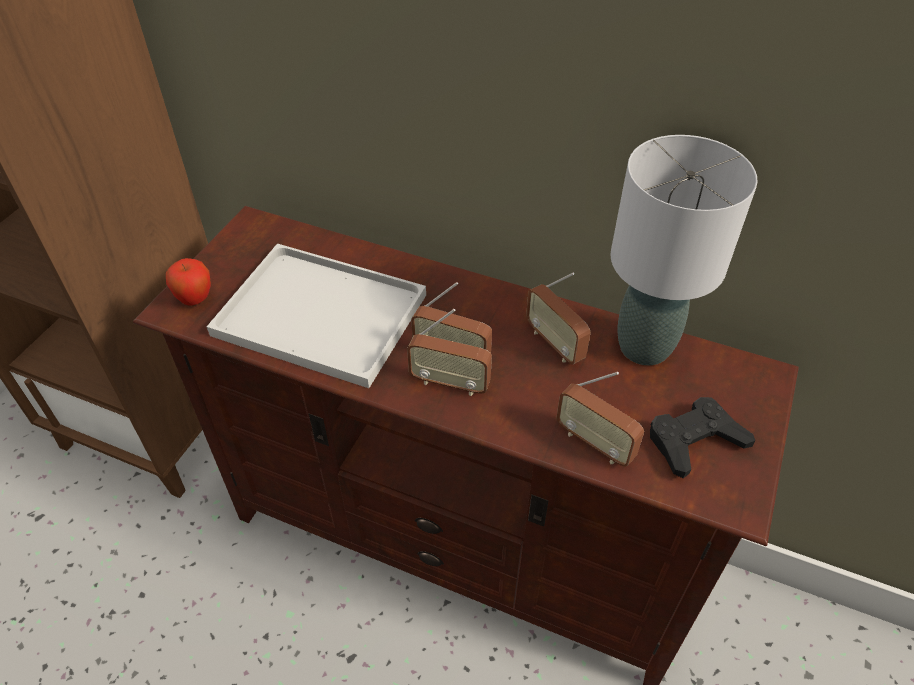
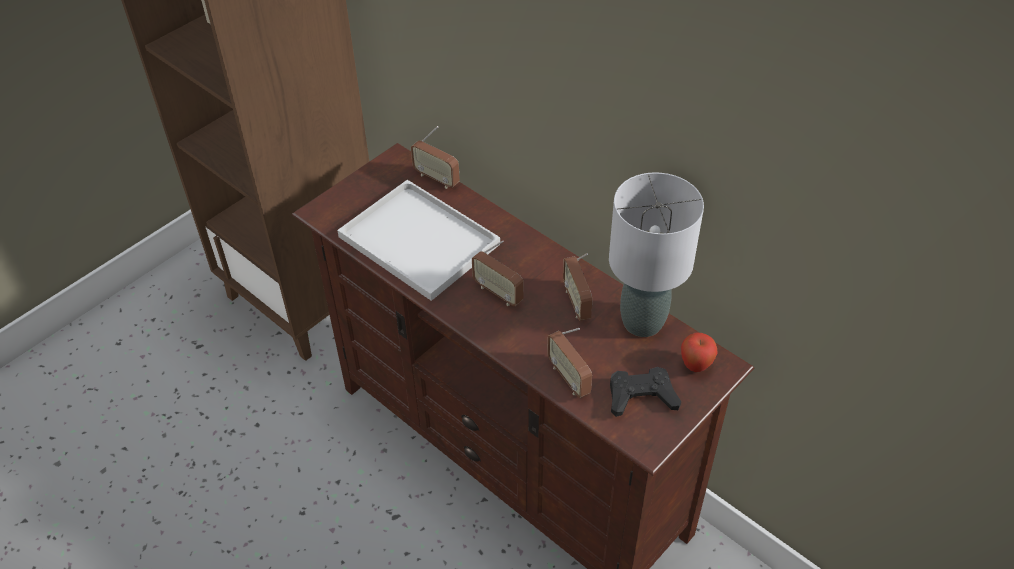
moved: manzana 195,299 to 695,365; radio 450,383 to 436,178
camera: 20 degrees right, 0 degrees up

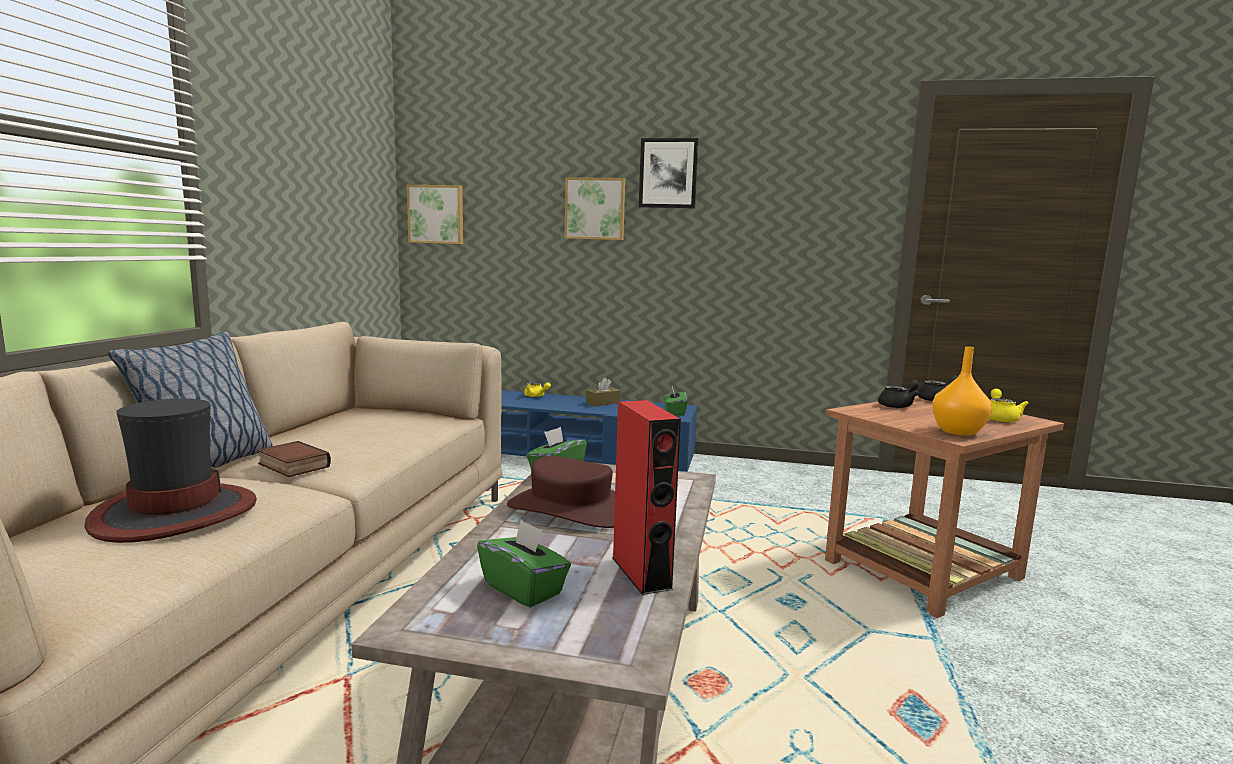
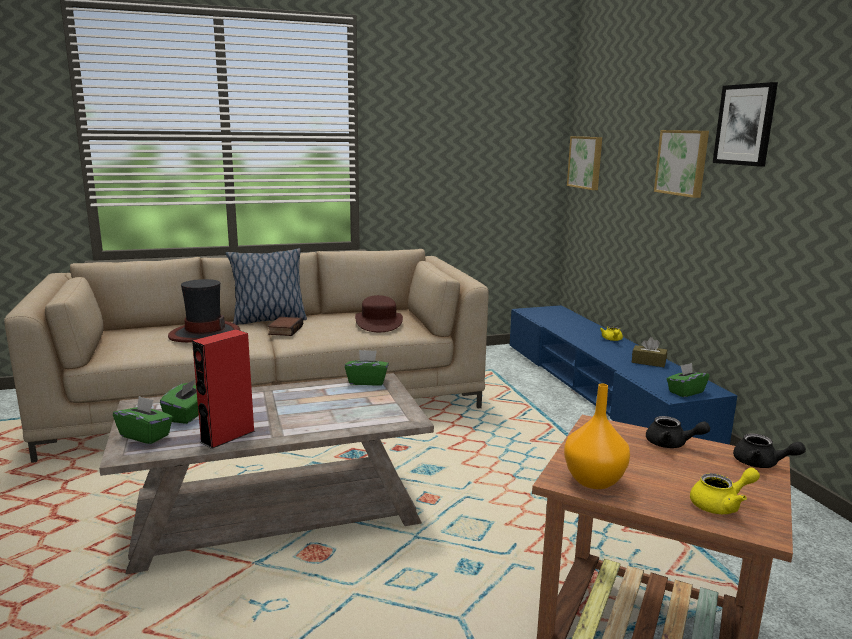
added: caja de pañuelos/verde 145,435
moved: sombrero/marrón 570,509 to 379,322
camera: 60 degrees right, 5 degrees up

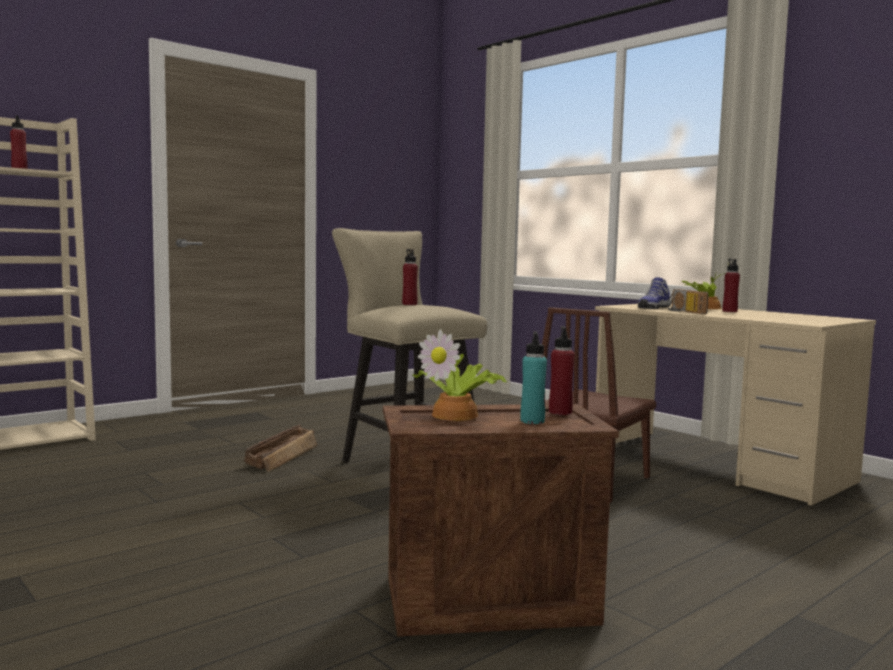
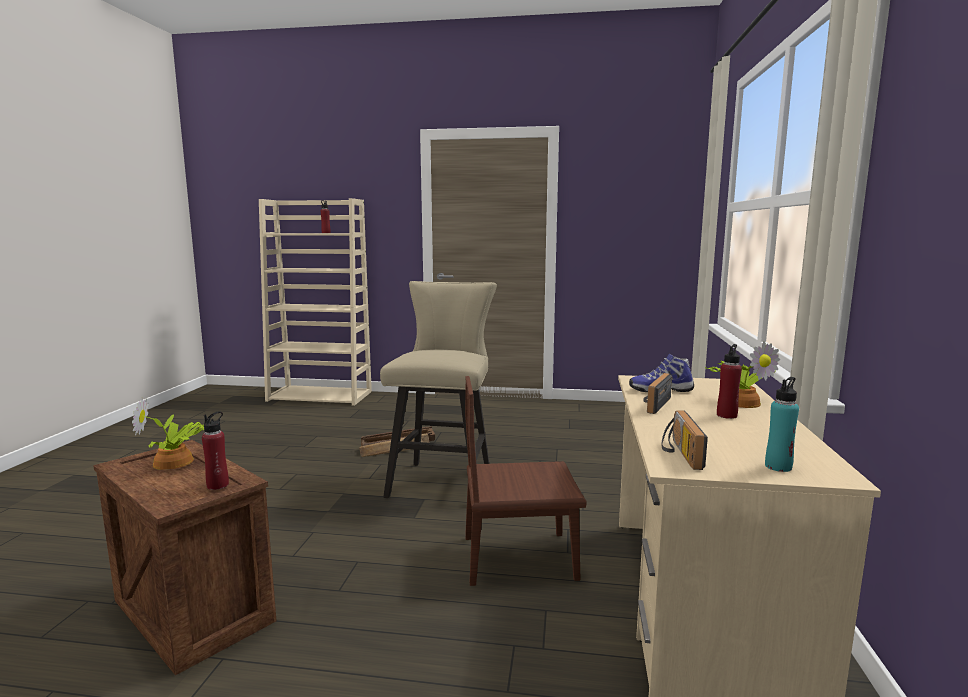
removed: botella/rojo 409,304
added: radio 679,453
moved: botella/turquesa 532,421 to 778,466
camera: 50 degrees right, 5 degrees up

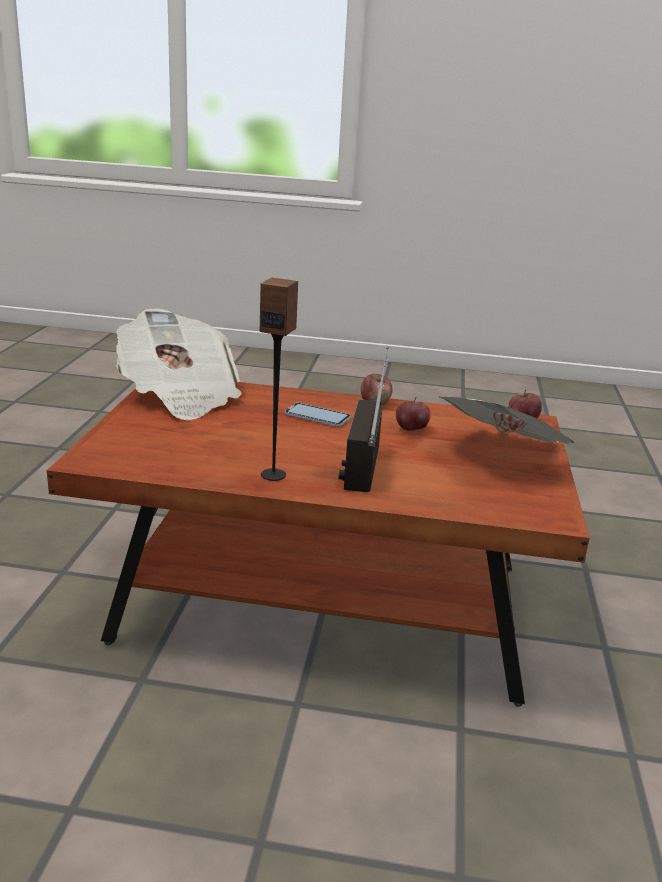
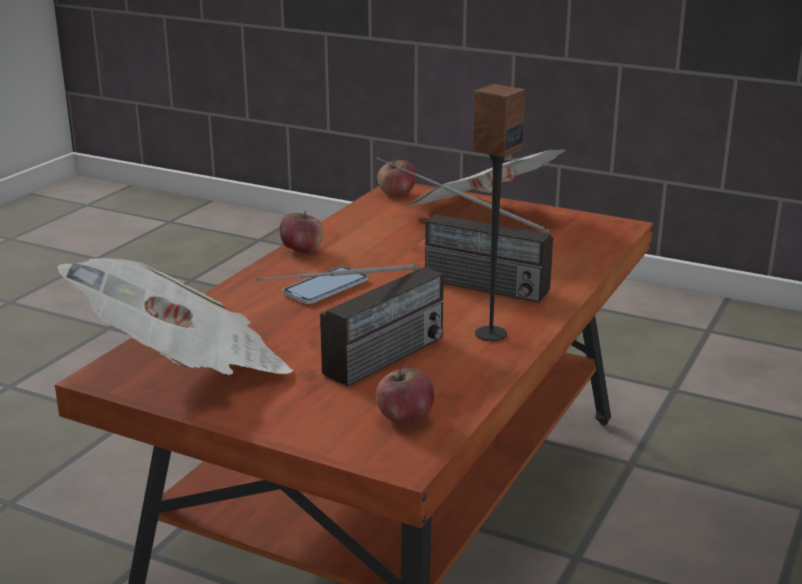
added: radio 360,370
moved: manzana 411,429 to 405,418
camera: 70 degrees left, 0 degrees up

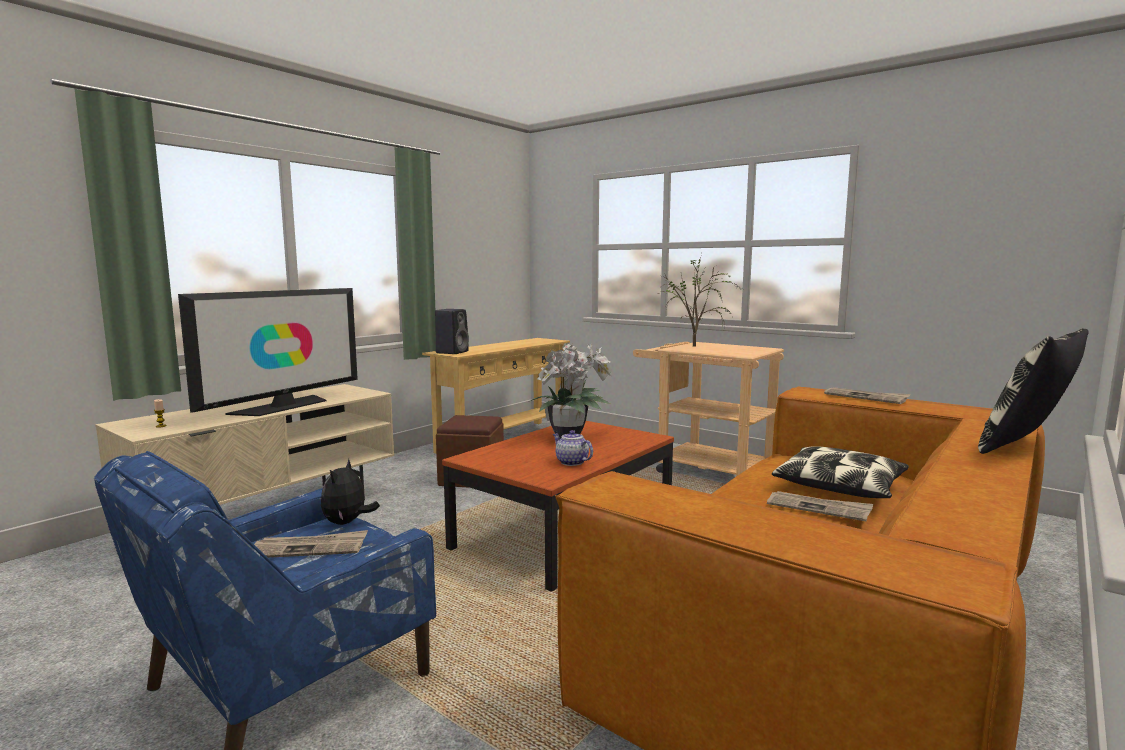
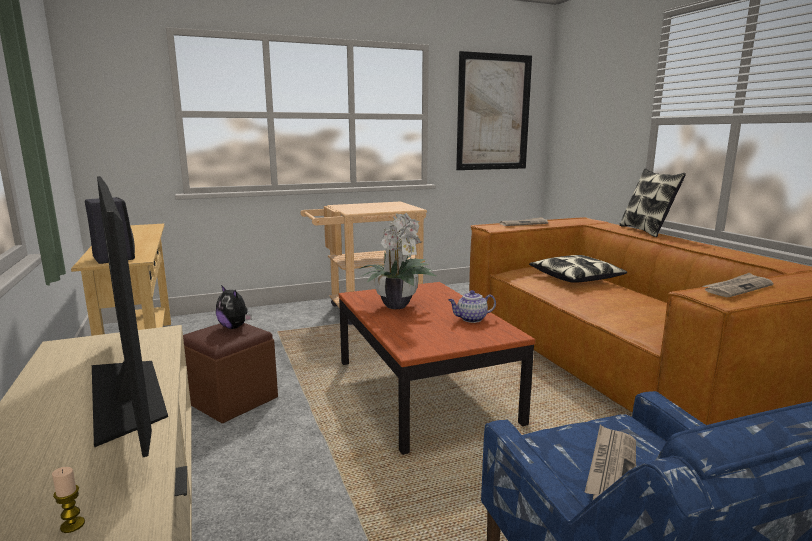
removed: planta en maceta 696,346
added: cuadro 493,112
moved: peluche 347,523 to 234,327; periódico 819,508 to 737,288
camera: 60 degrees left, 5 degrees up

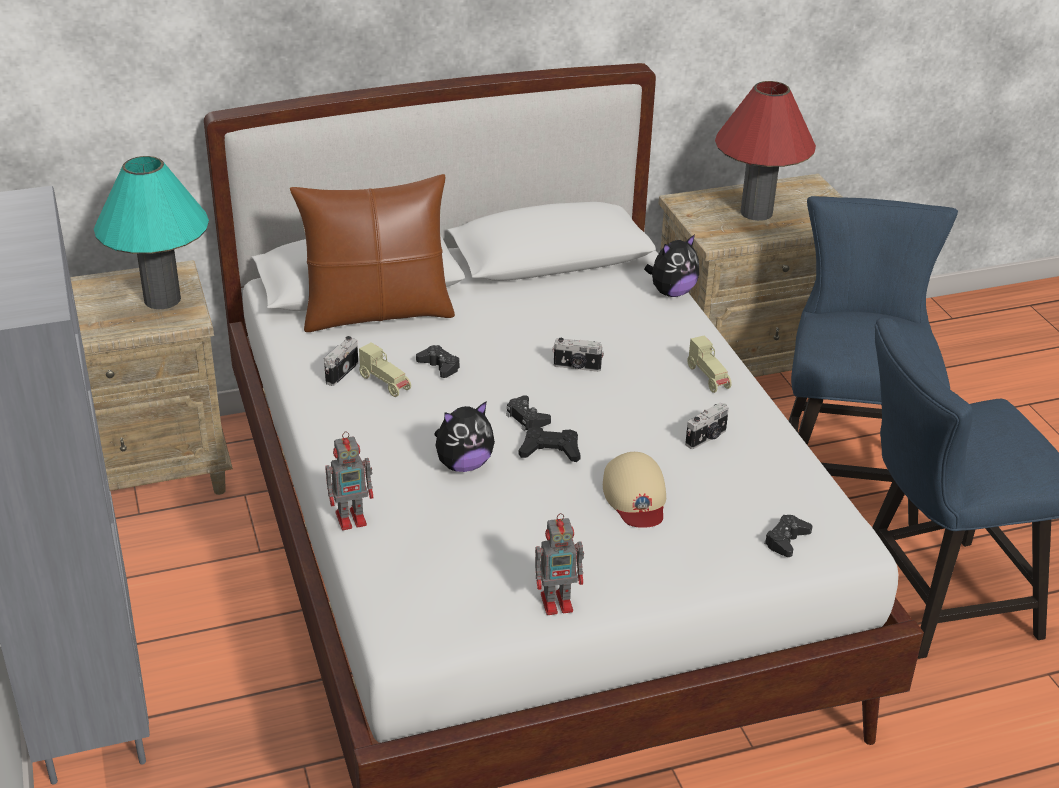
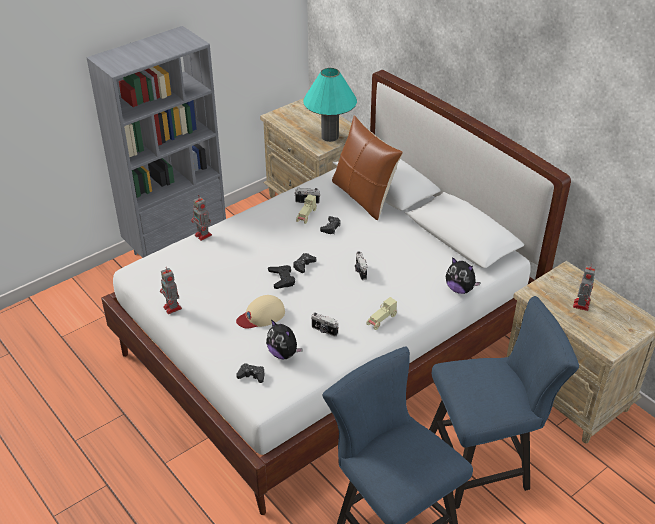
moved: peluche 463,464 to 283,353
replaced: lámpara de mesa/rojo 756,212 to robot de juguete 581,304
camera: 70 degrees right, 5 degrees up

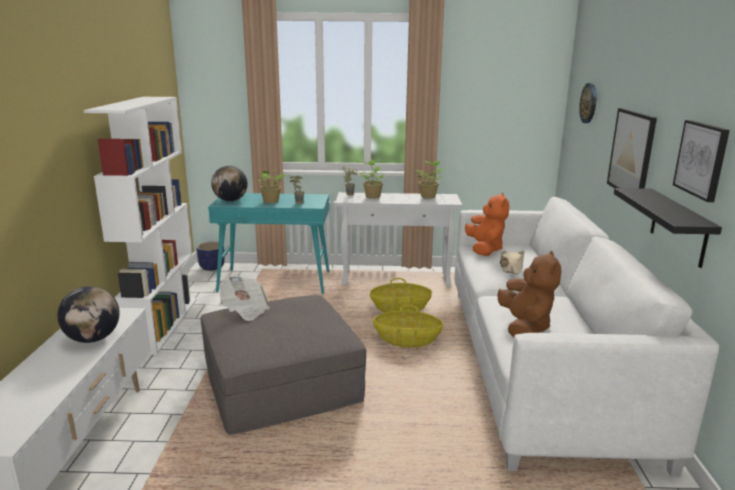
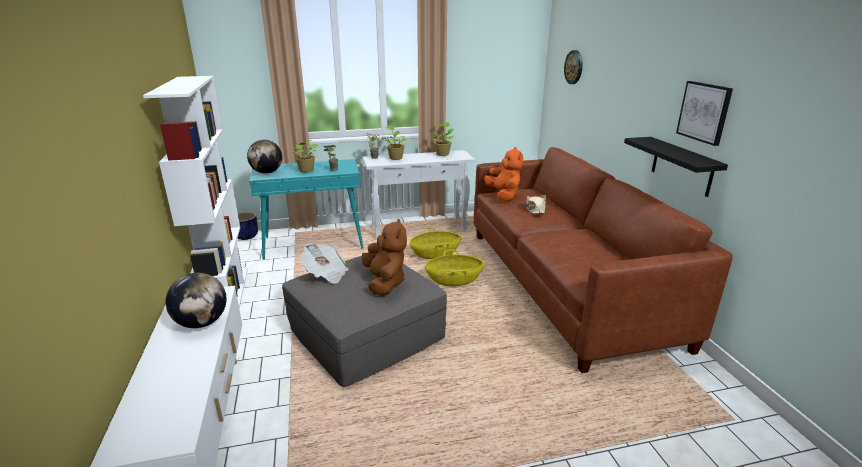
removed: cuadro 631,153
moved: peluche/marrón 525,328 to 385,283
recoloured: sofá/blanco 540,364 to sofá/marrón 565,284
camera: 15 degrees left, 5 degrees up

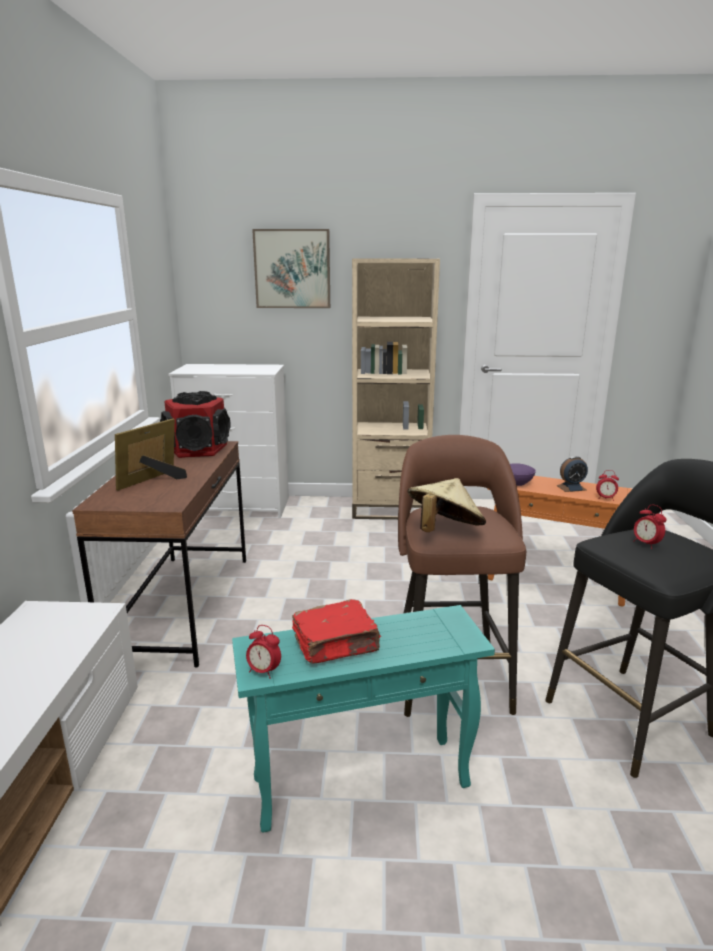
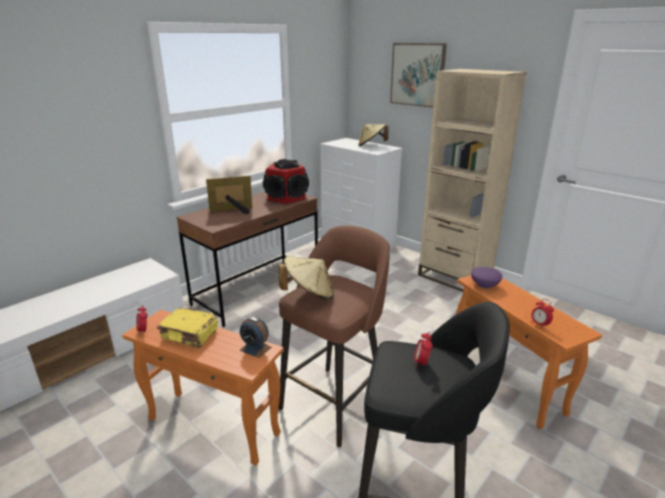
added: sombrero/beis 371,145
moved: despertador 571,488 to 255,348
recoloured: mesa auxiliar/turquesa 361,782 to mesa auxiliar/naranja 213,426; libro/rojo 337,644 to libro/amarillo 190,335
camera: 40 degrees right, 5 degrees up

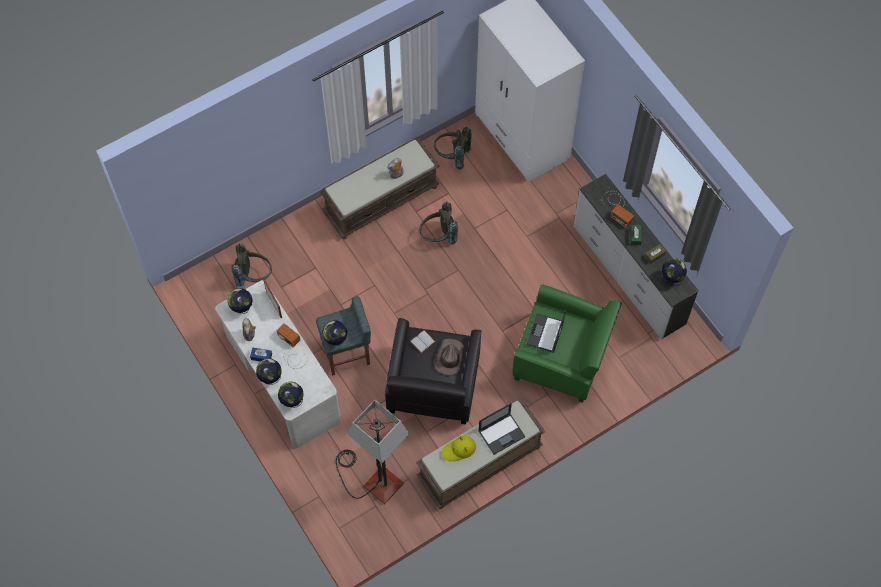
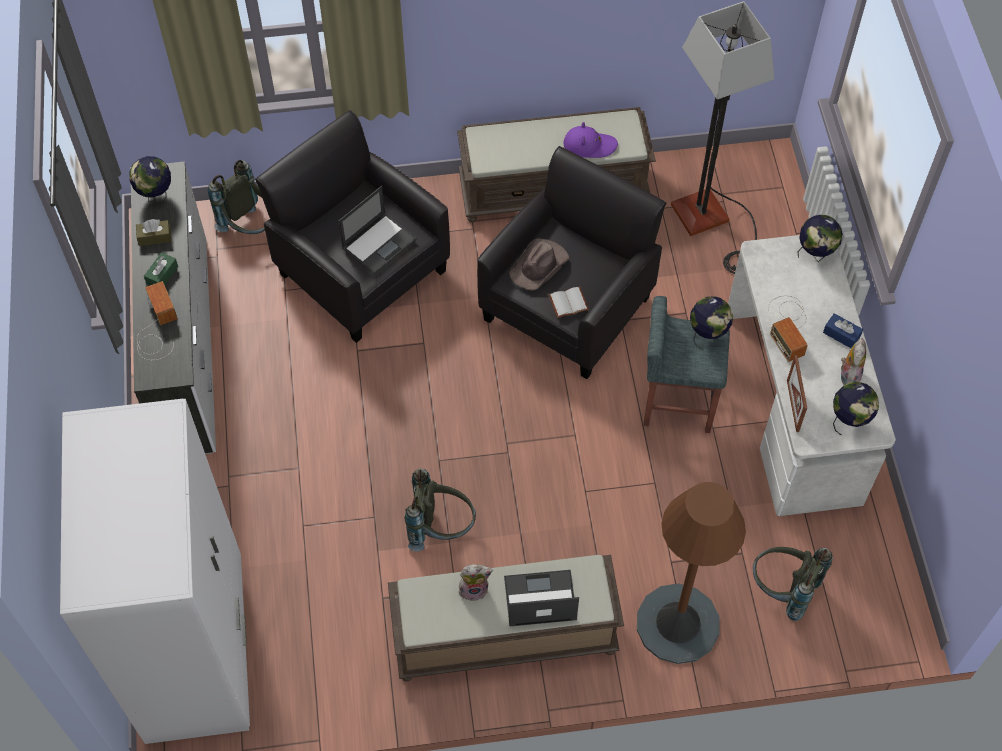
removed: globo terráqueo 270,378
added: lámpara de pie/marrón 677,624
moved: mochila/gris 452,156 to 250,228; portátil 502,433 to 539,599
recoloured: sombrero/amarillo 459,449 to sombrero/morado 589,145; sillón/verde 562,359 to sillón/negro 361,271
camera: 155 degrees left, 5 degrees down

